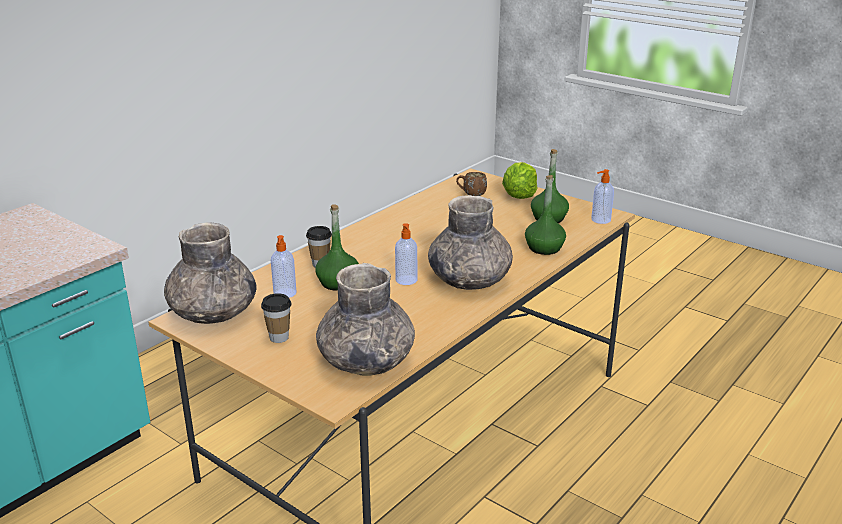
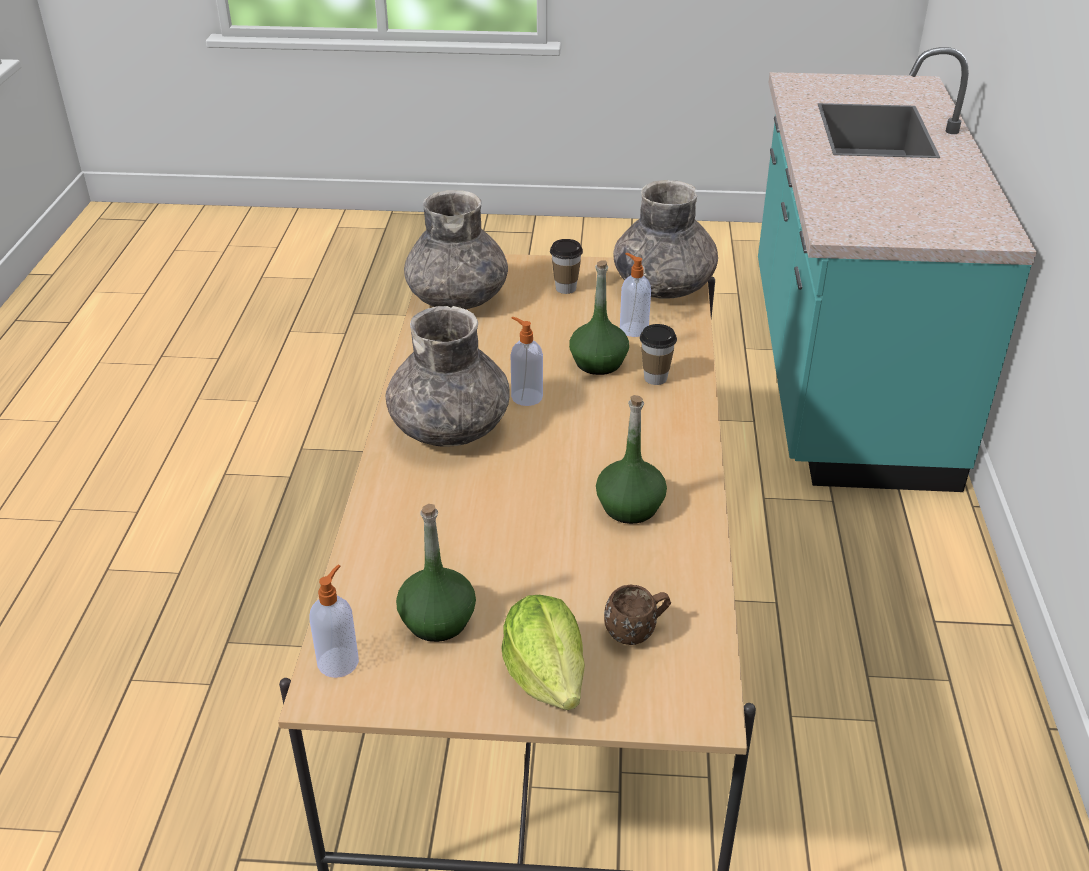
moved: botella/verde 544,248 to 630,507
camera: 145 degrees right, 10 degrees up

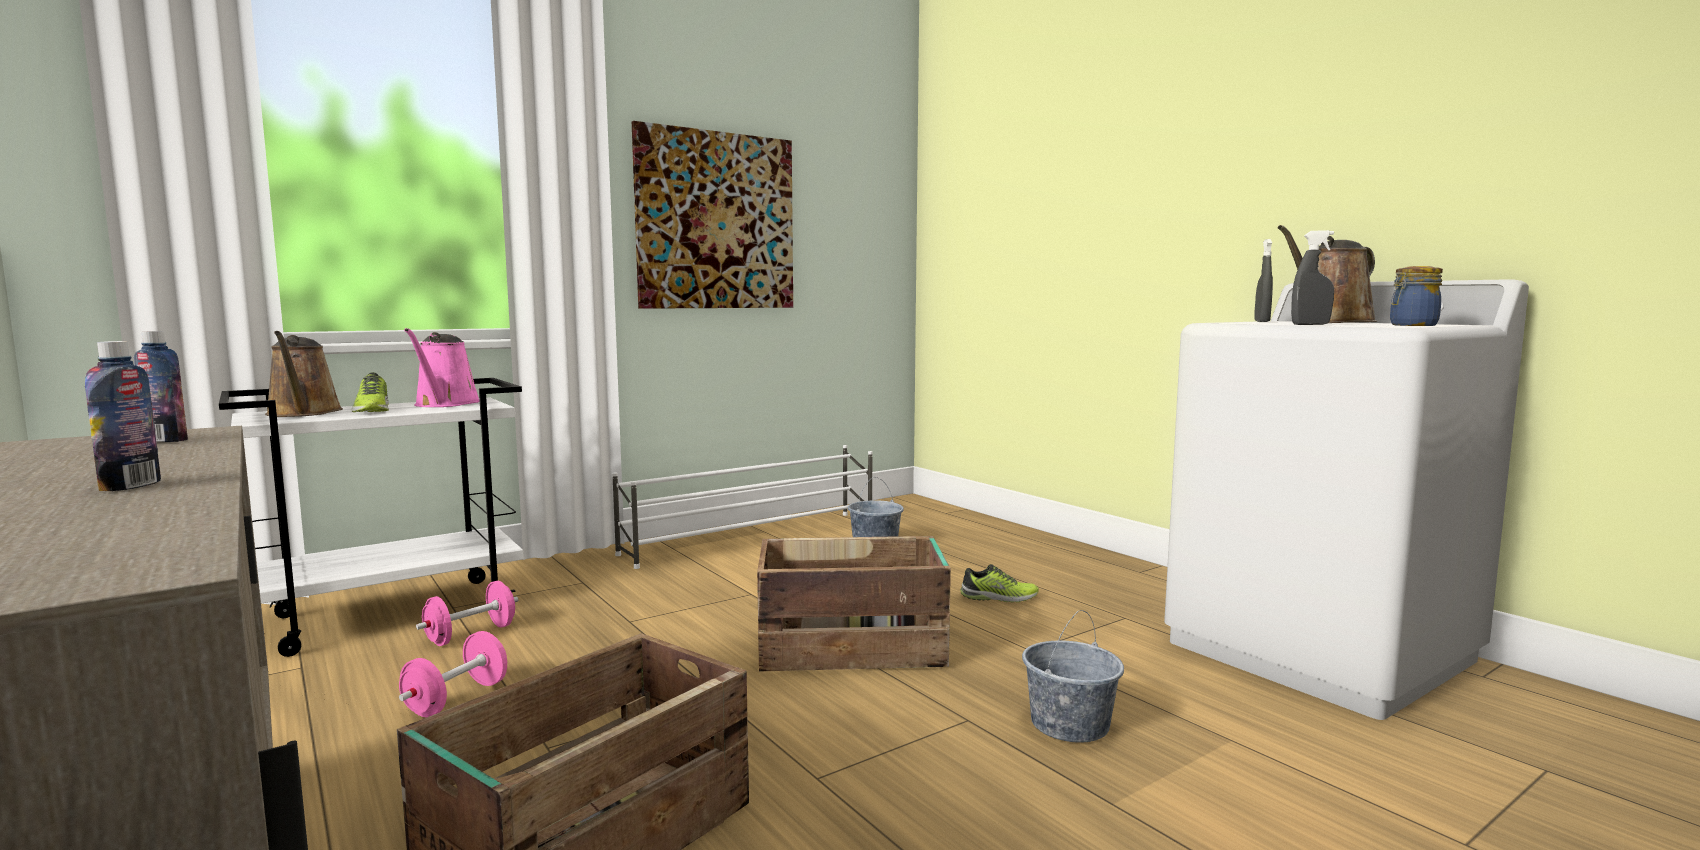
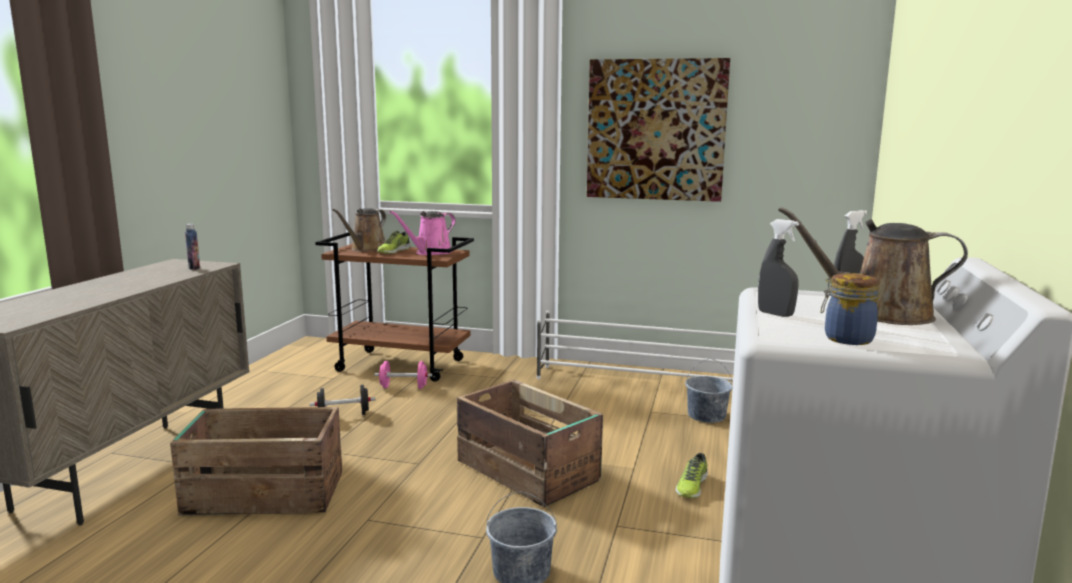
removed: botella 130,486
recoloured: carrito/blanco 396,614 to carrito/marrón 402,365; mancuerna/rosa 456,699 to mancuerna/negro 343,415
turned: zapato 999,597 = 691,486 60 degrees clockwise
camera: 50 degrees right, 5 degrees up

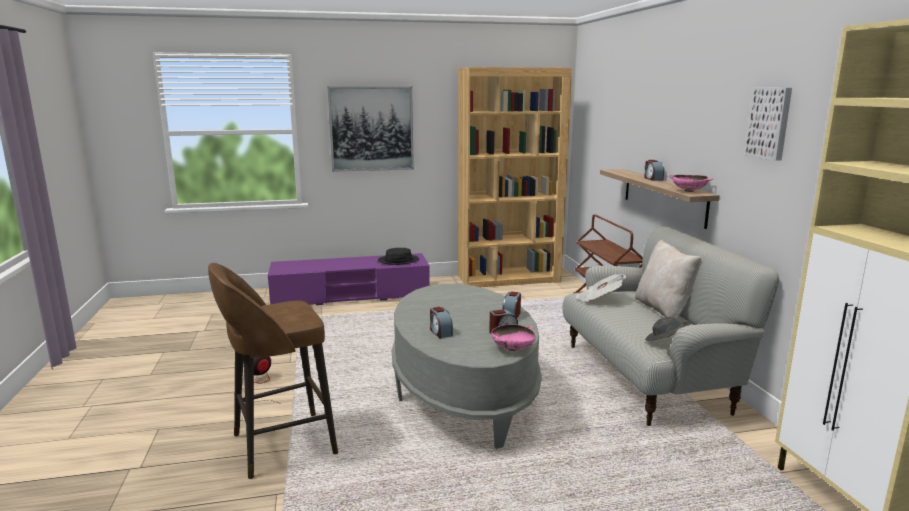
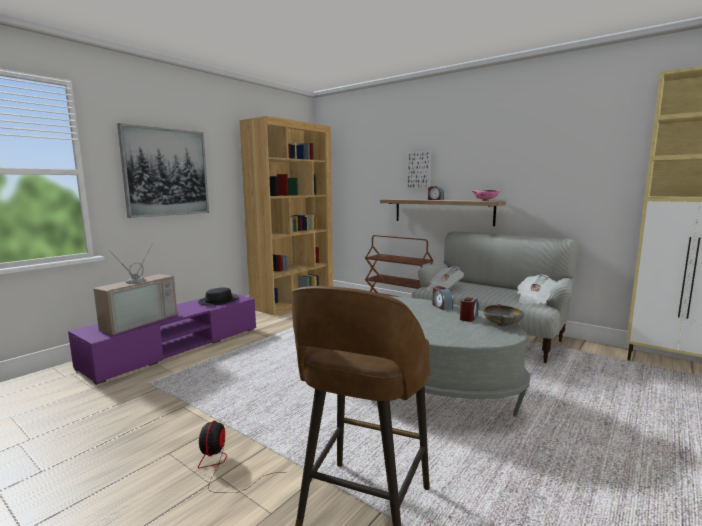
removed: despertador 440,332; cojín/beis 664,310
added: televisor 137,321
moved: cuadro 770,123 to 419,170
replaced: sombrero/gris 666,342 to periódico 534,300
recoloured: cuenco/rosa 513,349 to cuenco/gris 502,325
camera: 40 degrees left, 5 degrees down

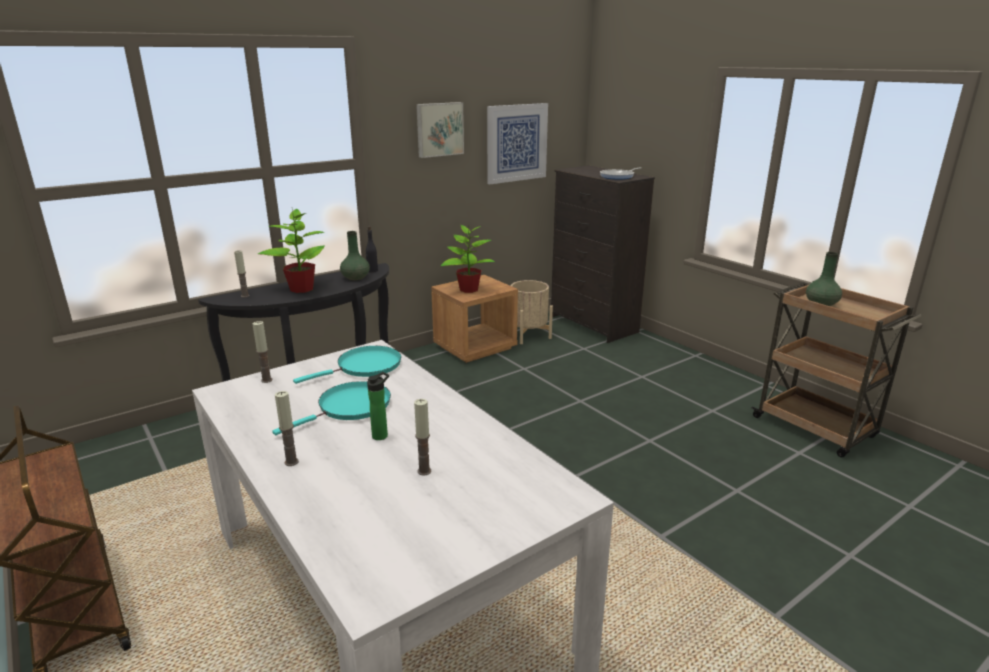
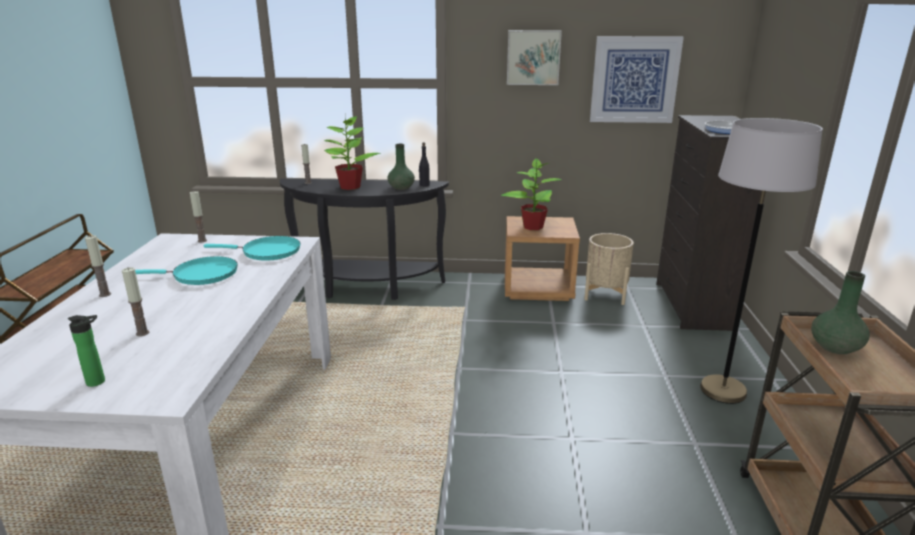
added: lámpara de pie/gris 723,391
moved: botella 382,435 to 98,381
camera: 40 degrees right, 0 degrees up

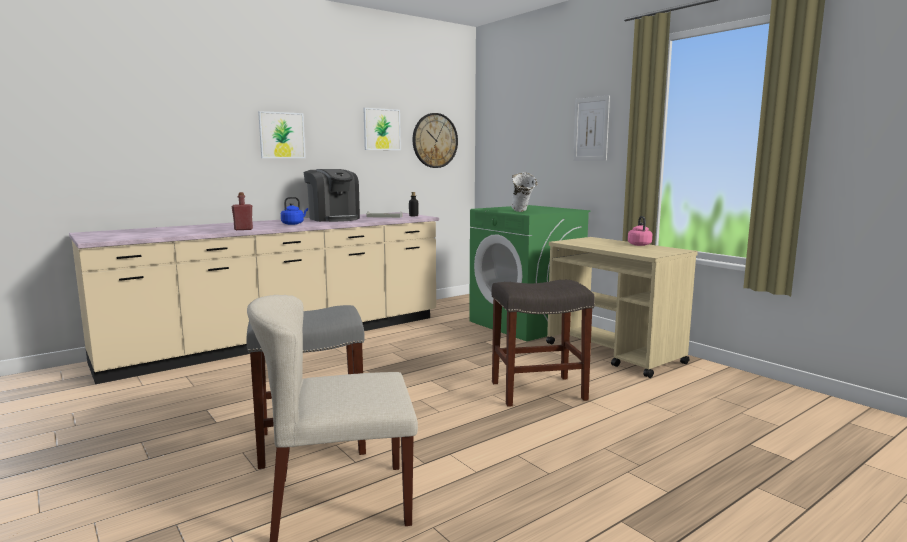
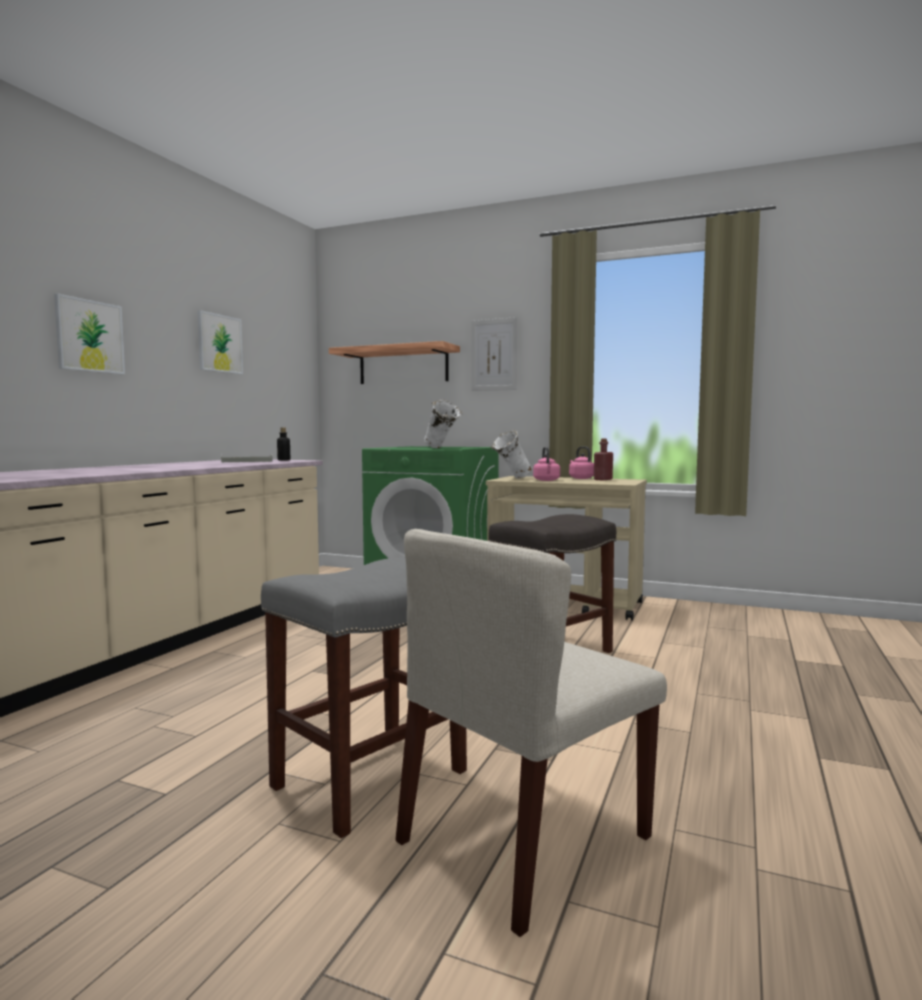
removed: hervidor/azul 293,224; cafetera 333,219; reloj de pared 434,140
added: estante 403,366; florero/blanco 511,479; hervidor/rosa 546,480
moved: botella/rojo 243,229 to 603,479
camera: 30 degrees left, 5 degrees down

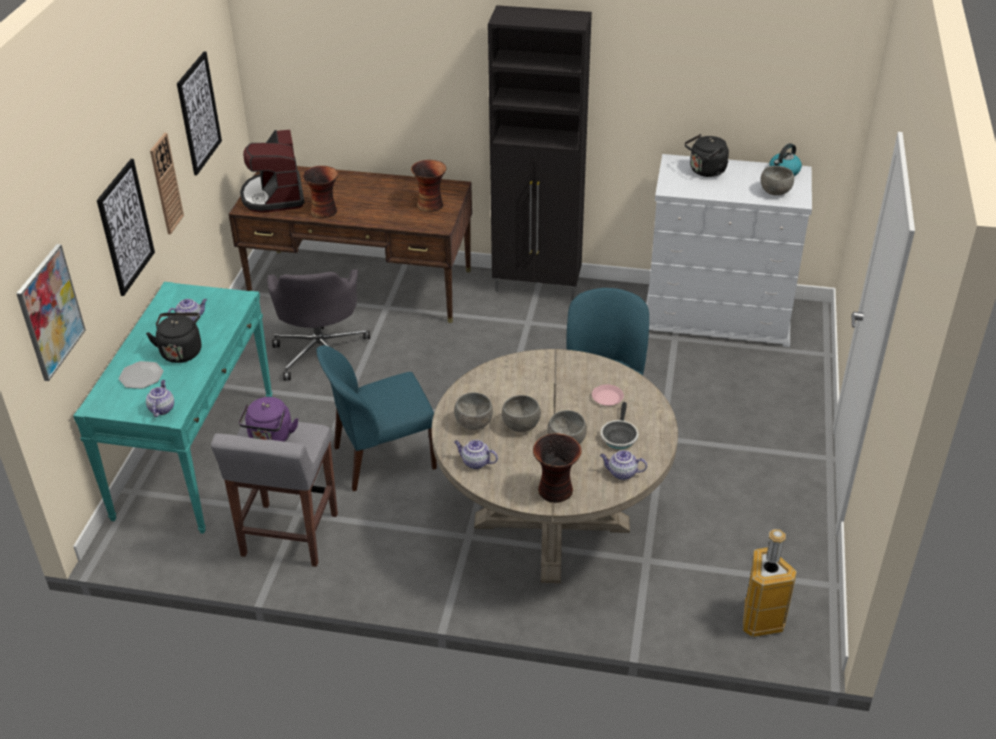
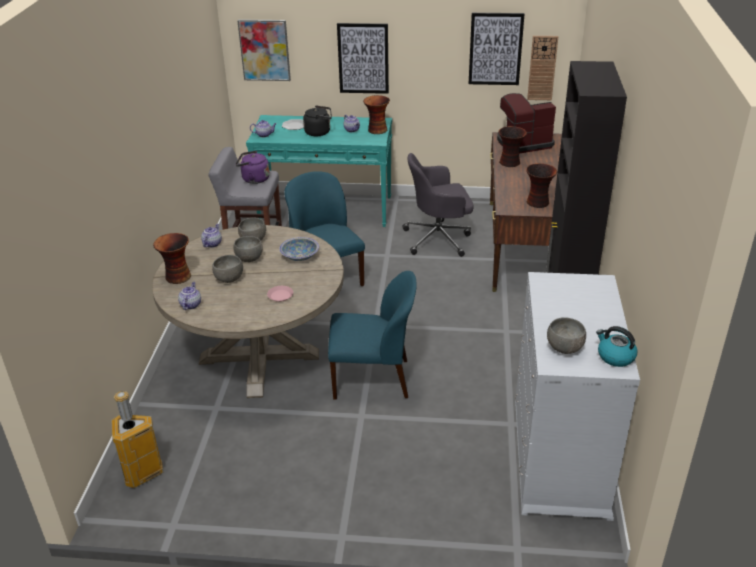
removed: sartén 619,436; hervidor/negro 706,171
added: cuenco 300,256; florero 376,130
moved: reloj de pared 166,184 to 542,68
camera: 85 degrees right, 5 degrees down

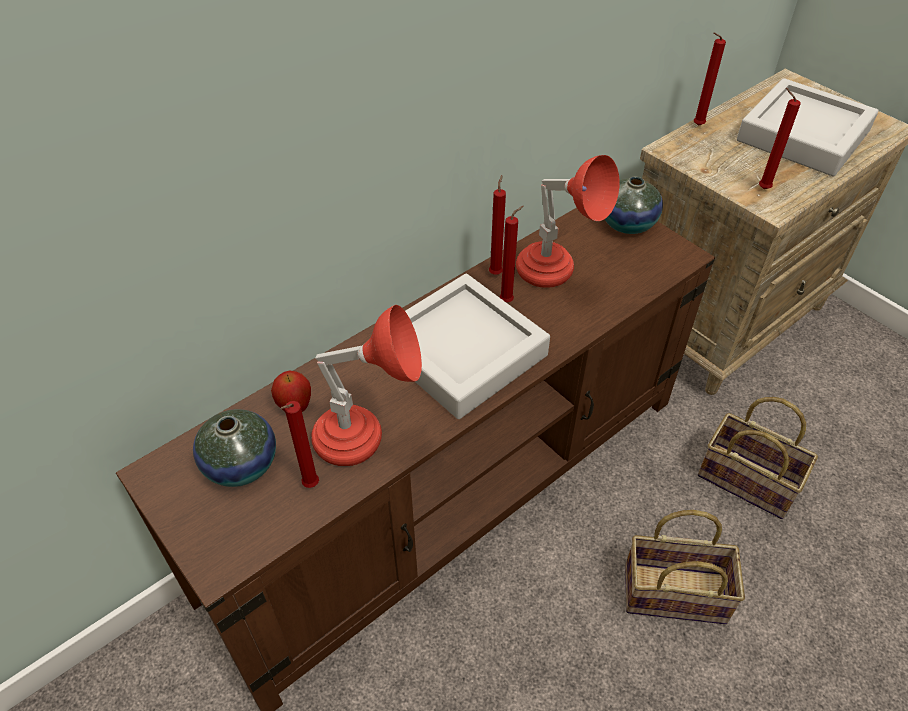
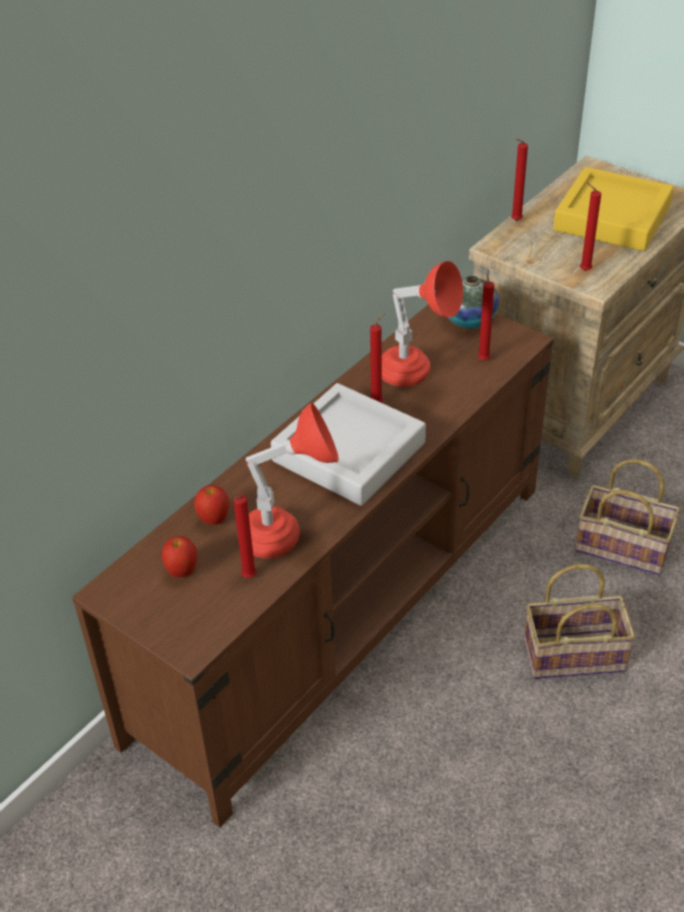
moved: vela/rojo 496,272 to 483,359
replaced: florero 241,464 to manzana 182,572
recoloured: bandeja/gris 803,136 to bandeja/amarillo 612,218
camera: 10 degrees left, 5 degrees down

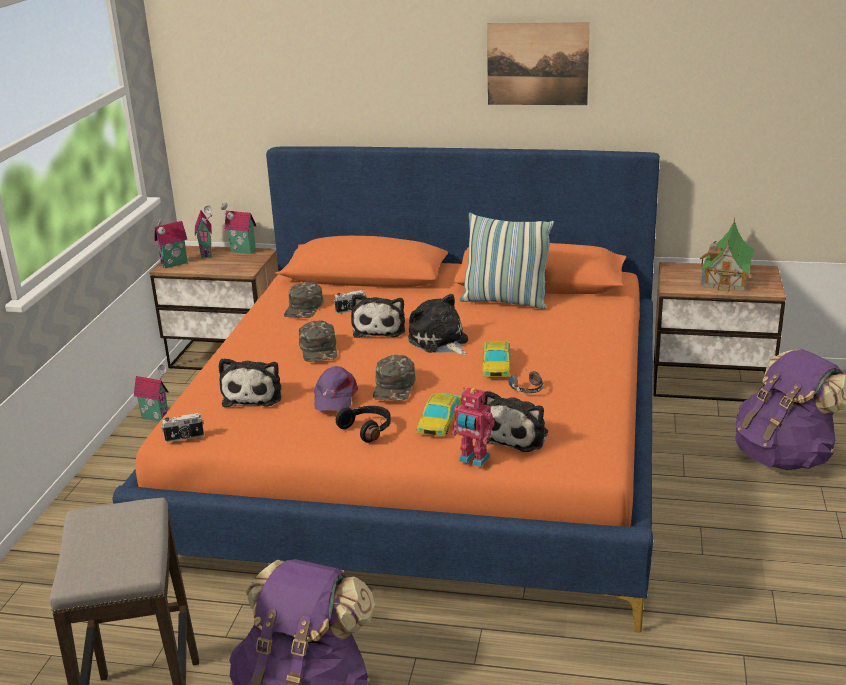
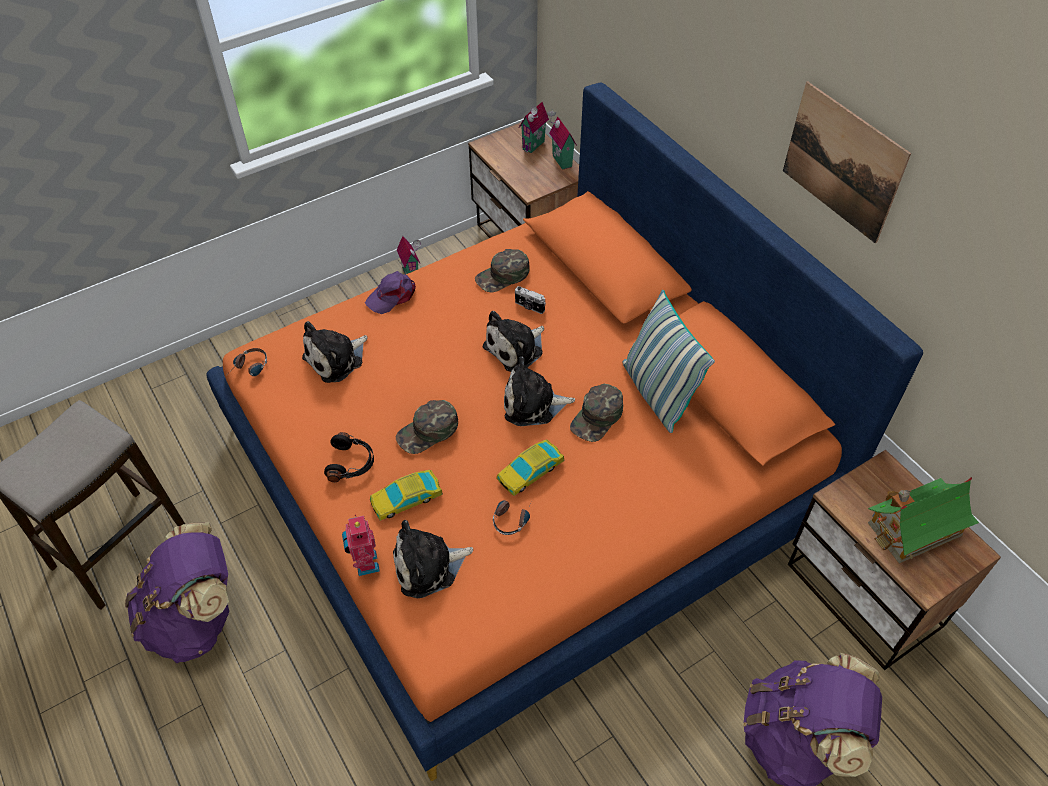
removed: casita 175,264
moved: gorra/verde 319,349 to 597,417; gorra/morado 334,397 to 392,296
replaced: cámara 184,438 to auriculares 249,369
turned: peluche 439,342 = 533,404 105 degrees counterclockwise
camera: 45 degrees right, 25 degrees up

